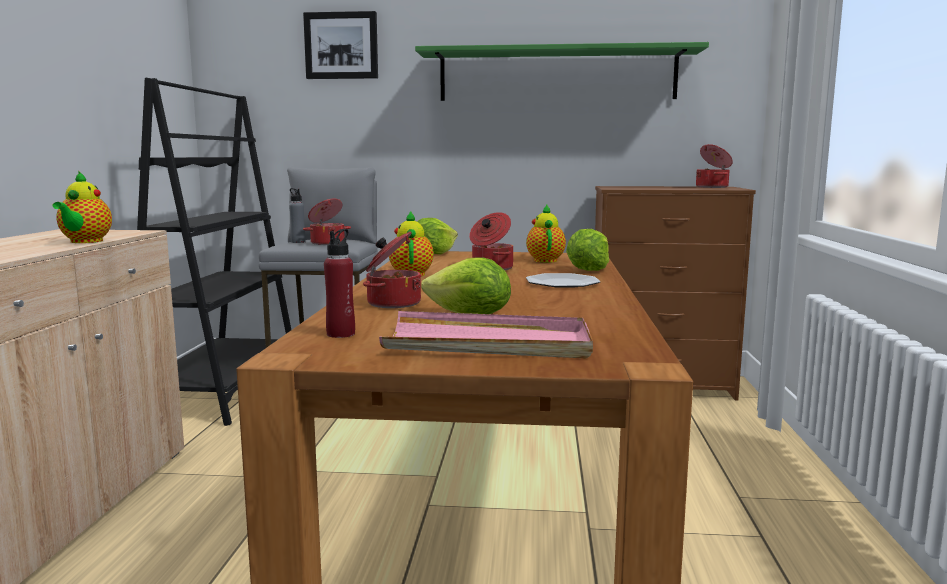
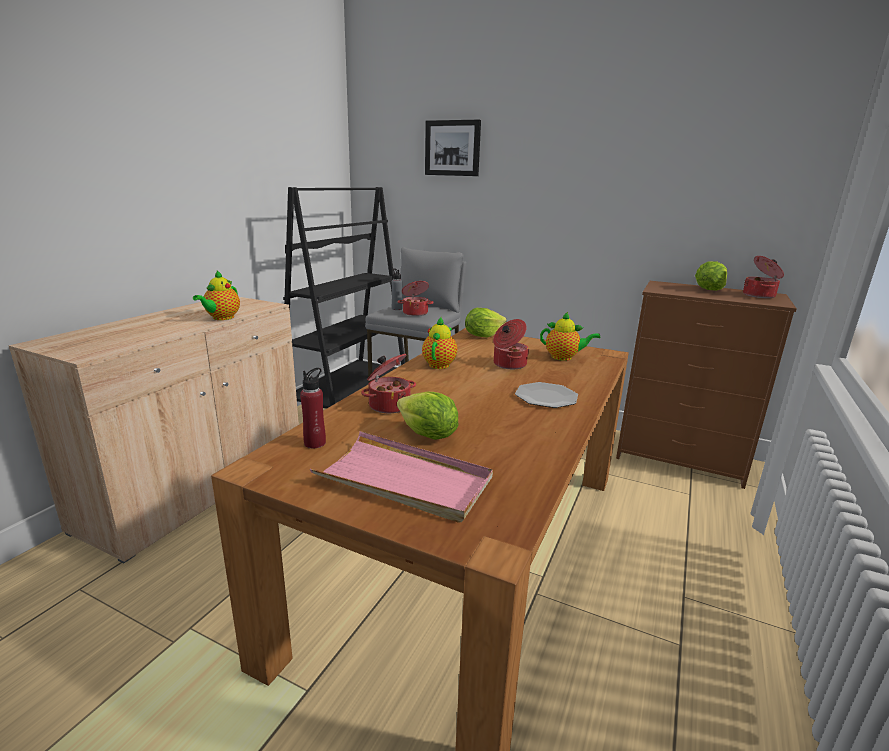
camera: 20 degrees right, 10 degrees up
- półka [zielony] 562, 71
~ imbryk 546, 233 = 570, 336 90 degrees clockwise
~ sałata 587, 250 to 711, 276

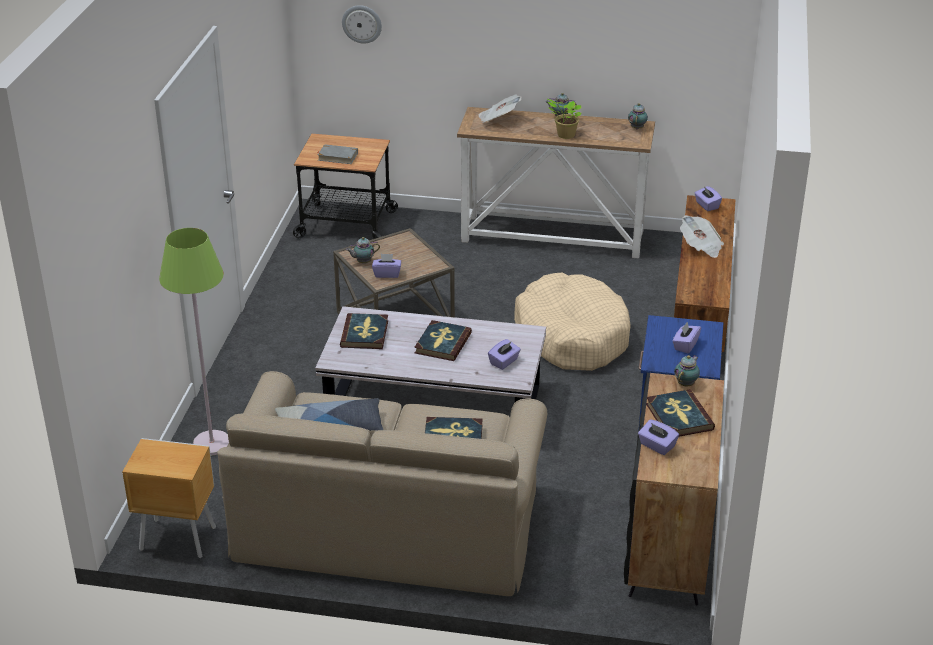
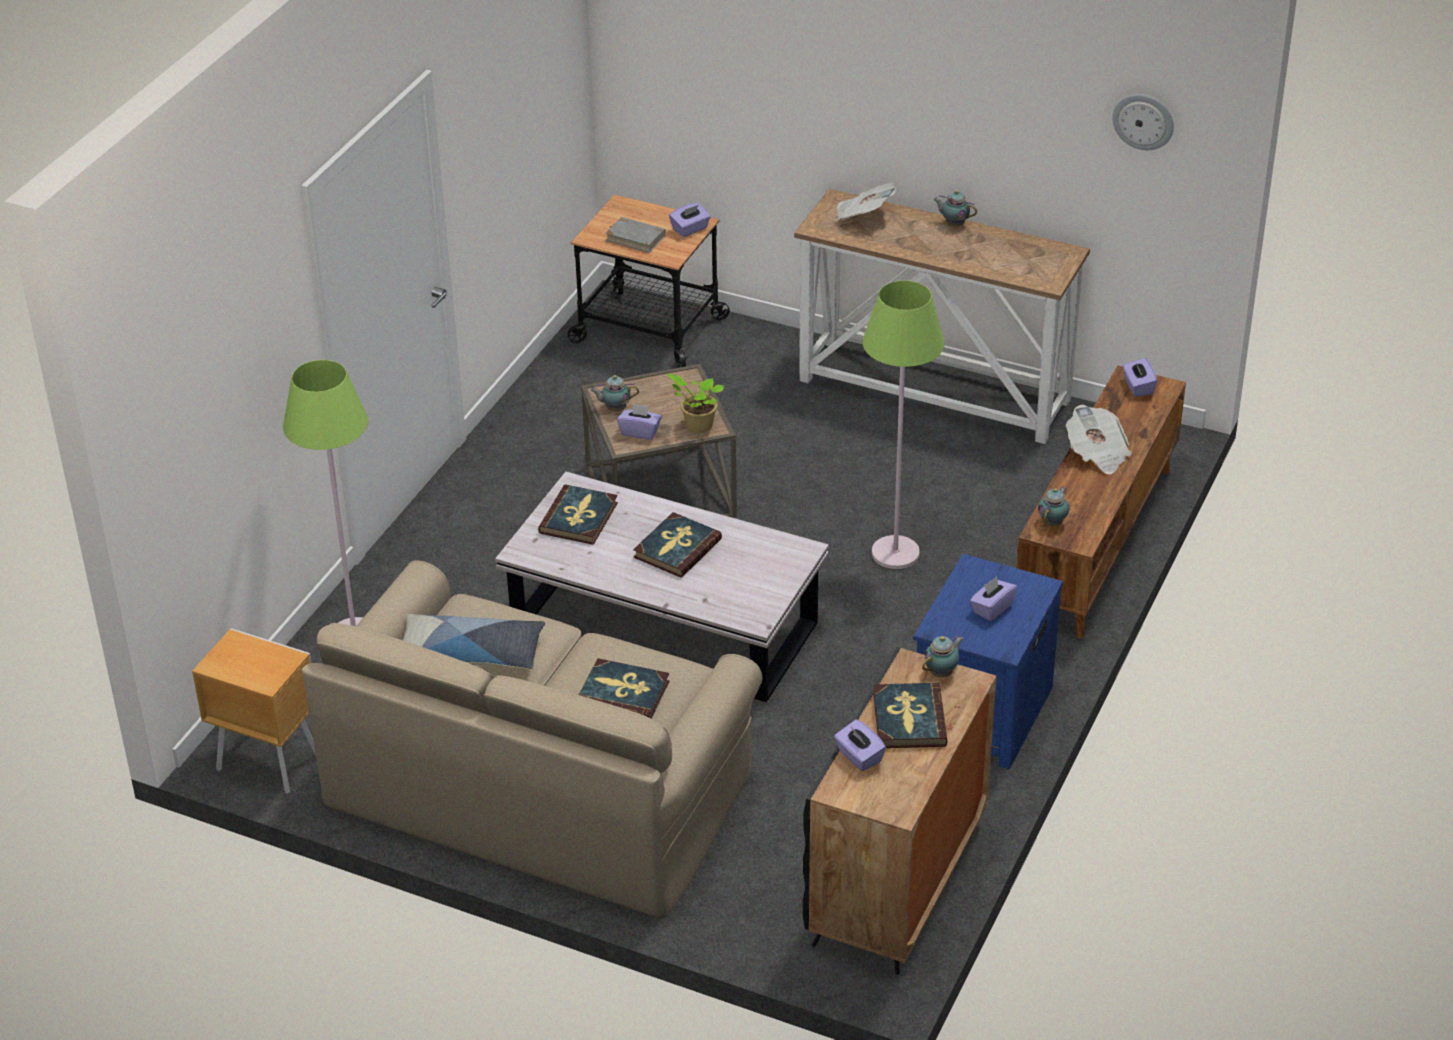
camera: 15 degrees right, 5 degrees up
~ zegar ścienny 362, 24 to 1143, 122
~ pudełko chusteczek [fioletowy] 504, 354 to 690, 220
~ legowisko [beżowy] 572, 322 to lampa stojąca [zielony] 903, 424
~ roślina doniczkowa 564, 119 to 695, 403
~ imbryk 638, 116 to 1053, 506

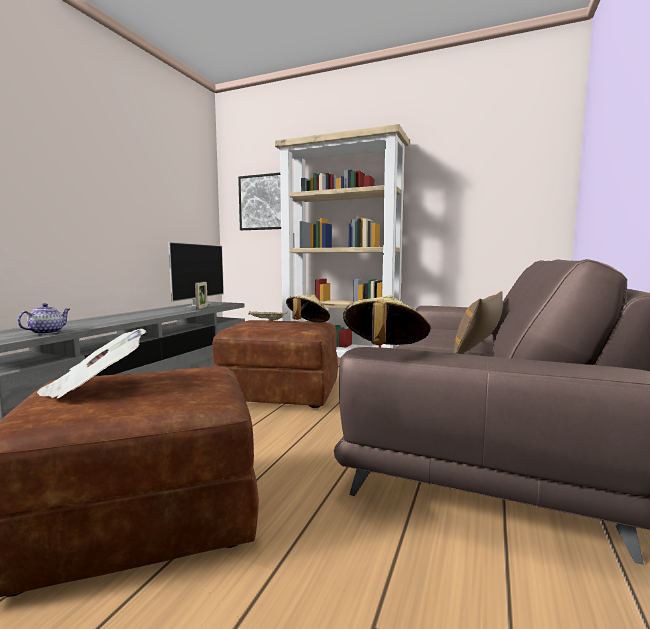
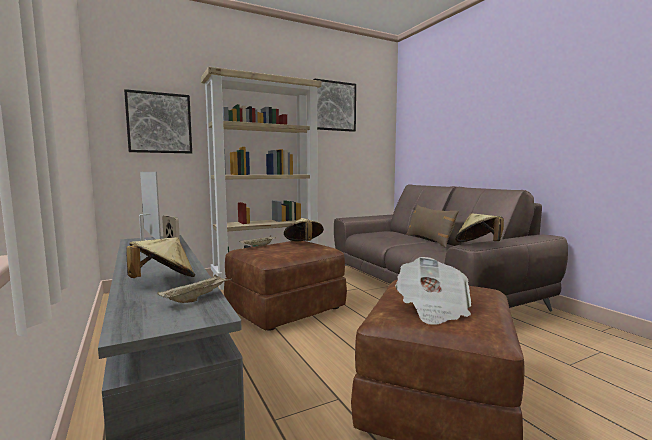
camera: 50 degrees left, 0 degrees up
~ imbryk 43, 318 to taca [beżowy] 194, 288
+ kapelusz [beżowy] 160, 257
+ obraz 334, 105

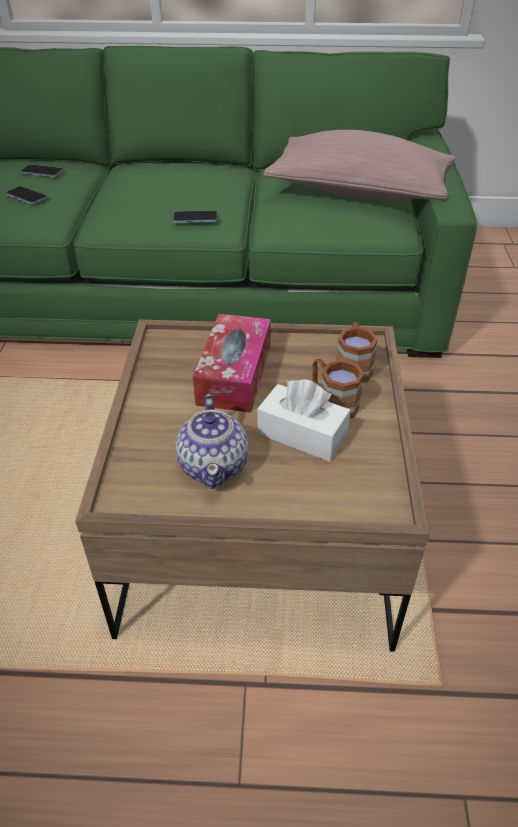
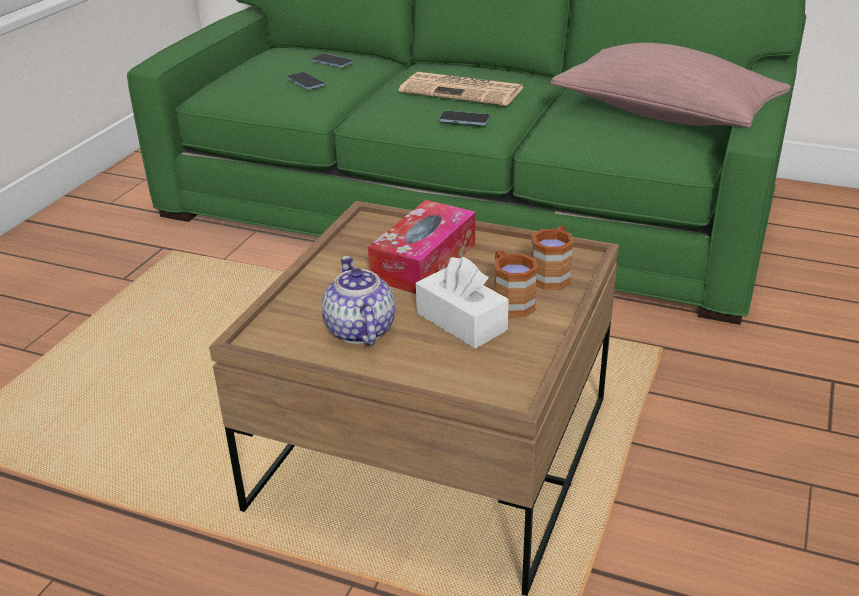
camera: 20 degrees right, 10 degrees down
~ imbryk 212, 441 = 358, 301 150 degrees clockwise
+ gazeta 461, 89

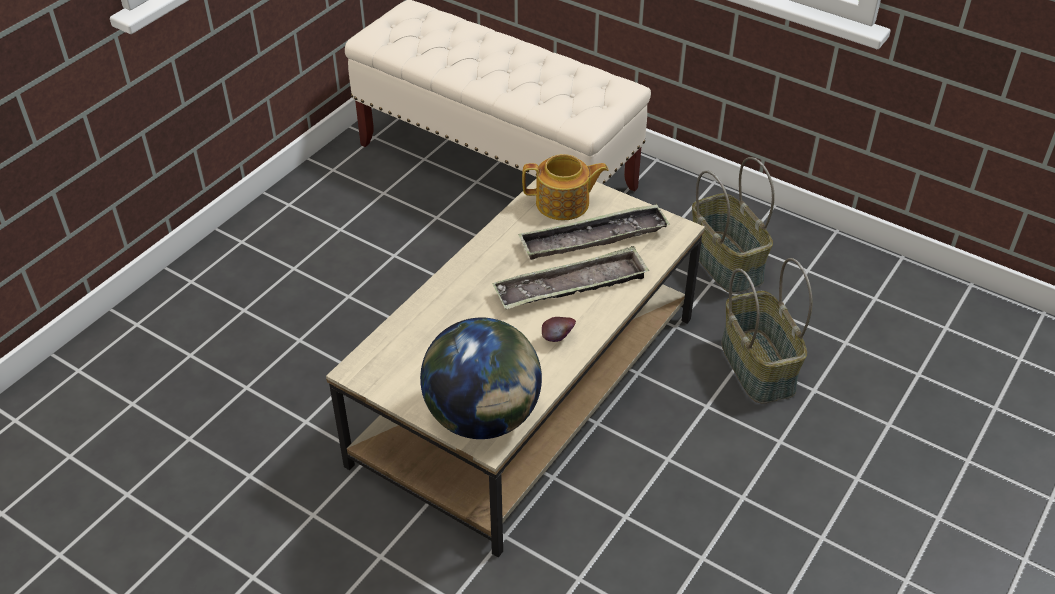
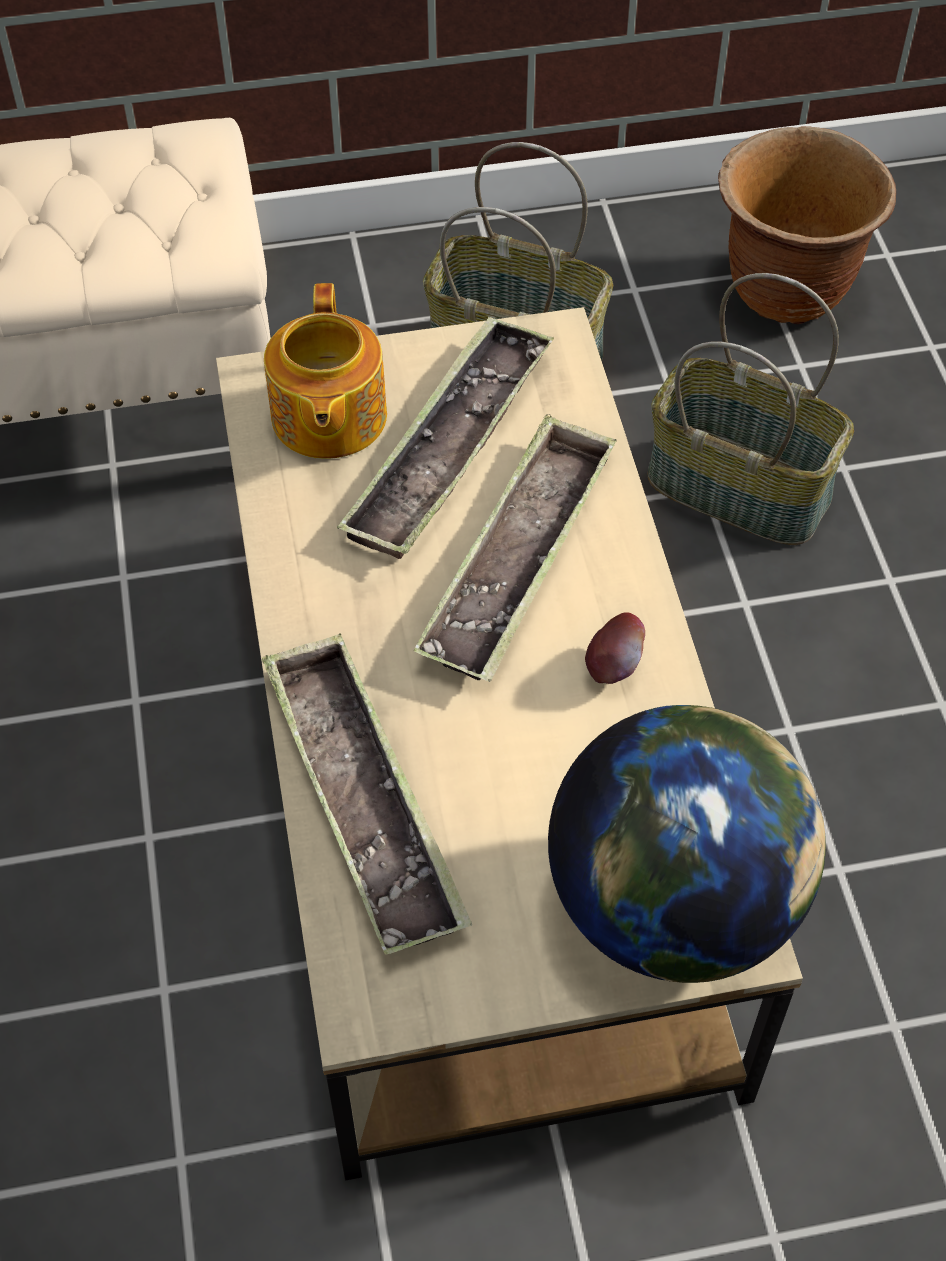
camera: 45 degrees left, 10 degrees up
~ imbryk 565, 187 = 325, 371 135 degrees clockwise
+ taca 367, 794
+ donica [brązowy] 807, 225

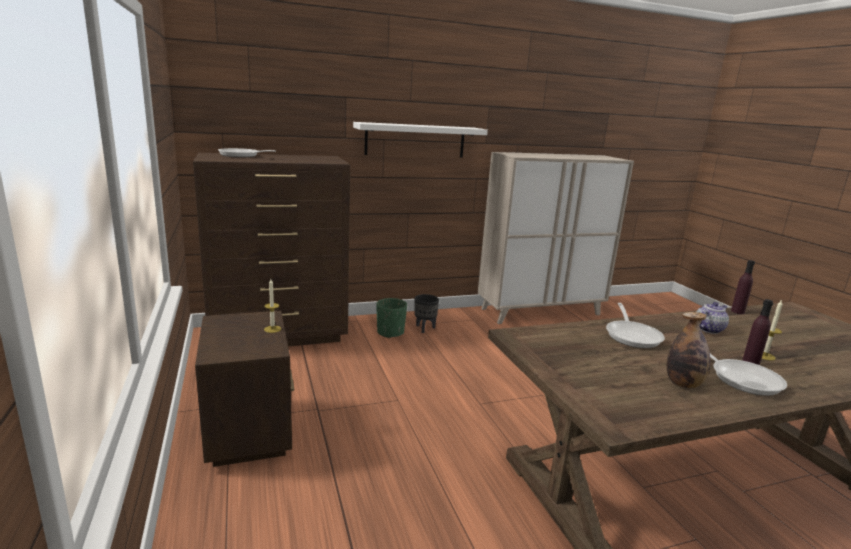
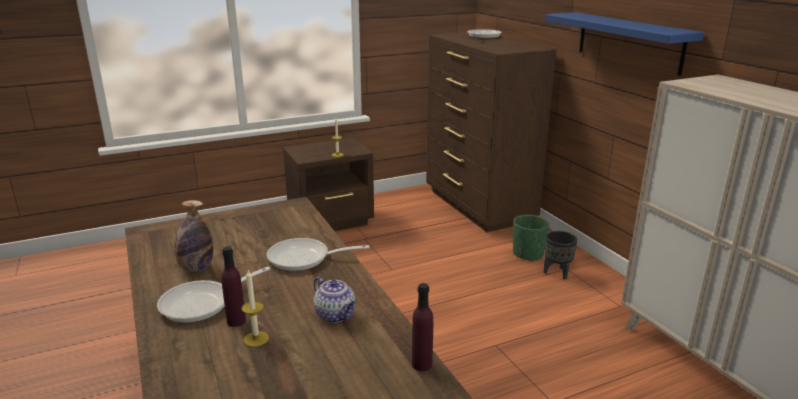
camera: 85 degrees right, 5 degrees up
~ półka [biały] 420, 140 to półka [niebieski] 624, 44

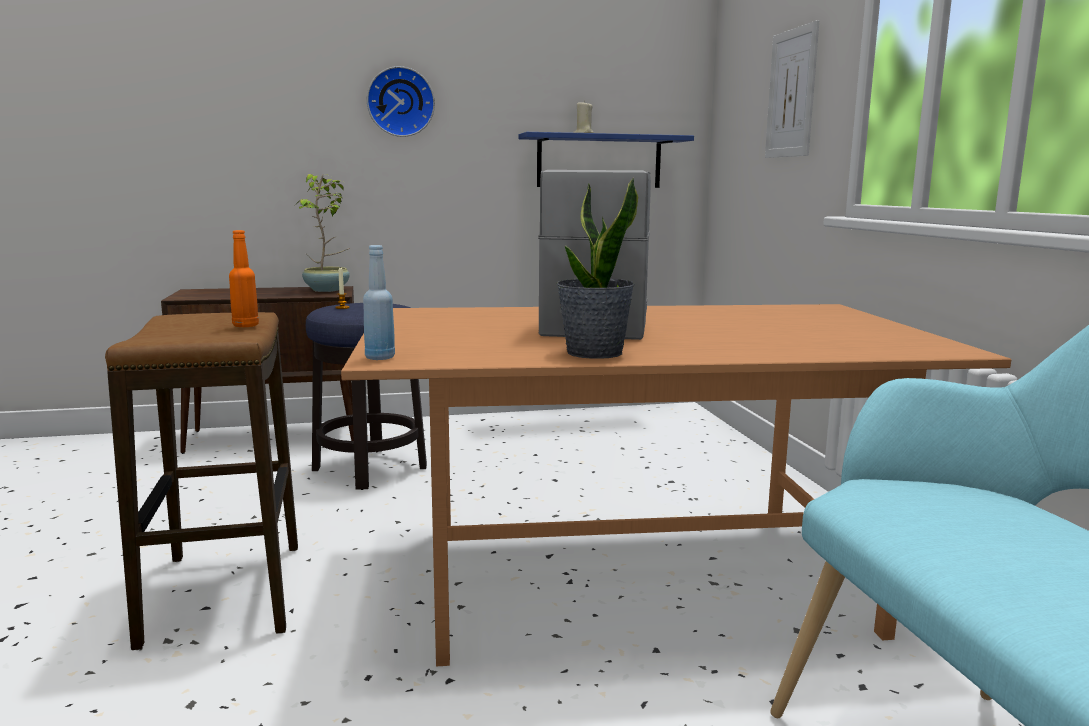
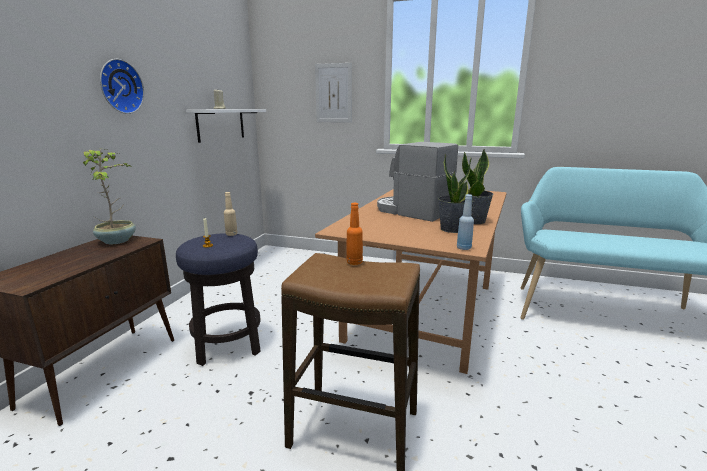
camera: 60 degrees left, 5 degrees up
~ półka [niebieski] 606, 160 to półka [biały] 226, 126
+ butelka [beżowy] 230, 214
+ roślina doniczkowa 455, 193

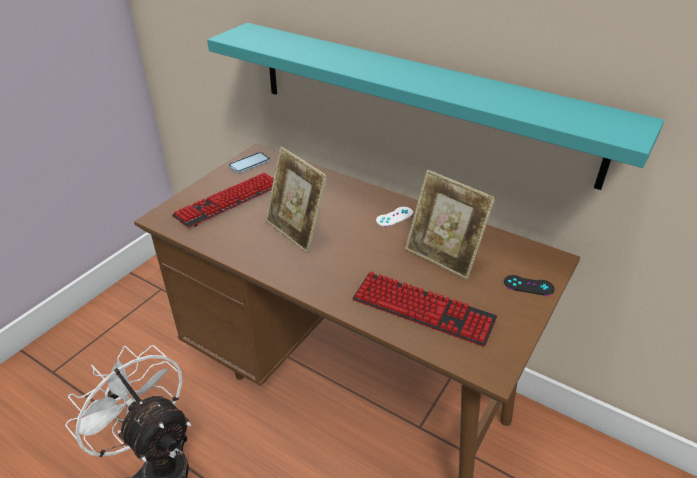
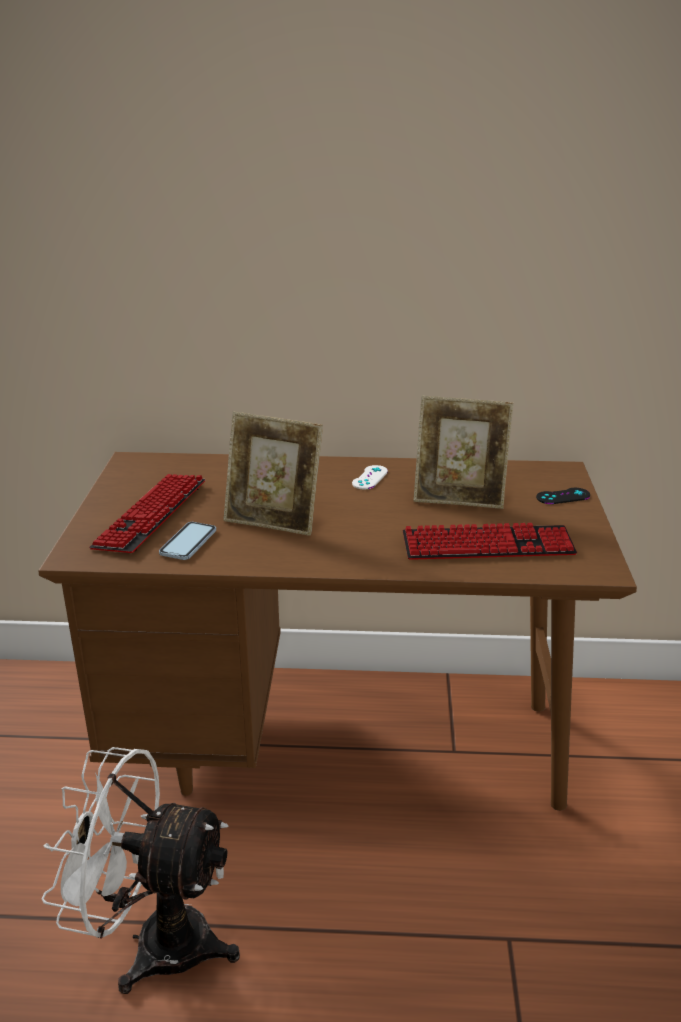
camera: 30 degrees left, 10 degrees down
- półka [turkusowy] 435, 106
~ telefon 249, 163 to 187, 541

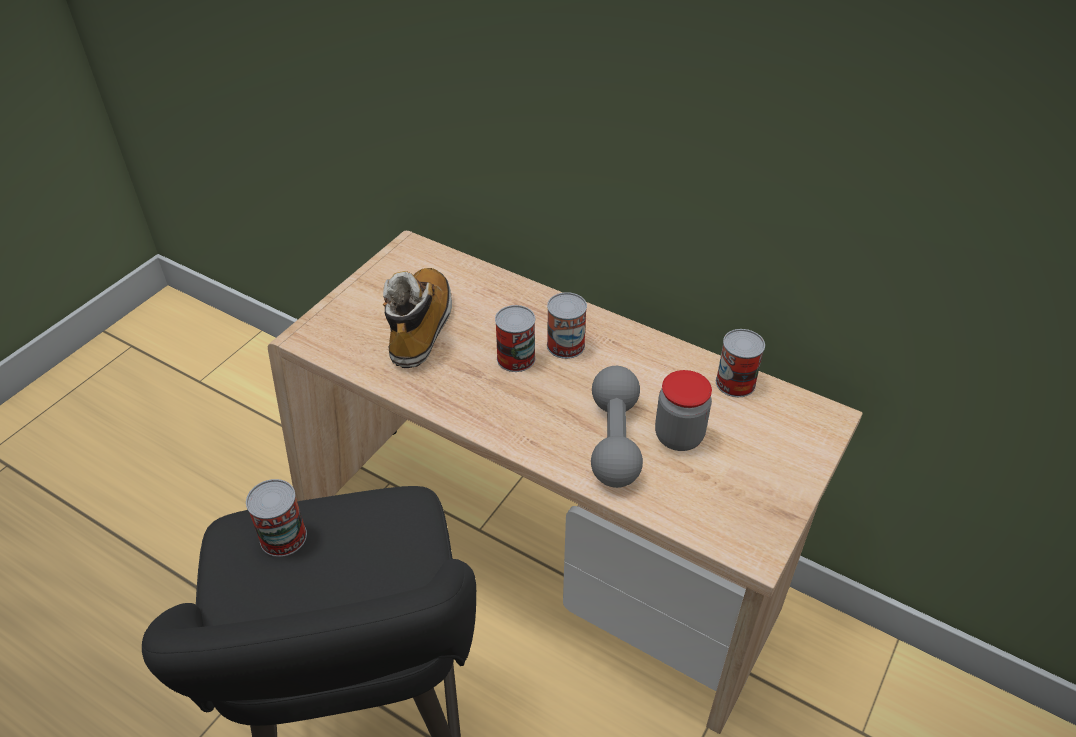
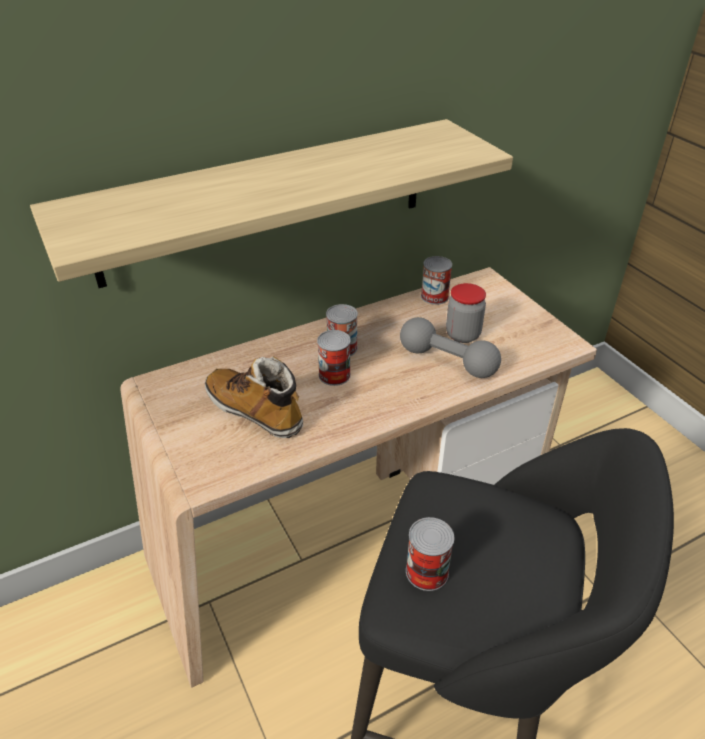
camera: 60 degrees left, 5 degrees down
+ półka 271, 203

